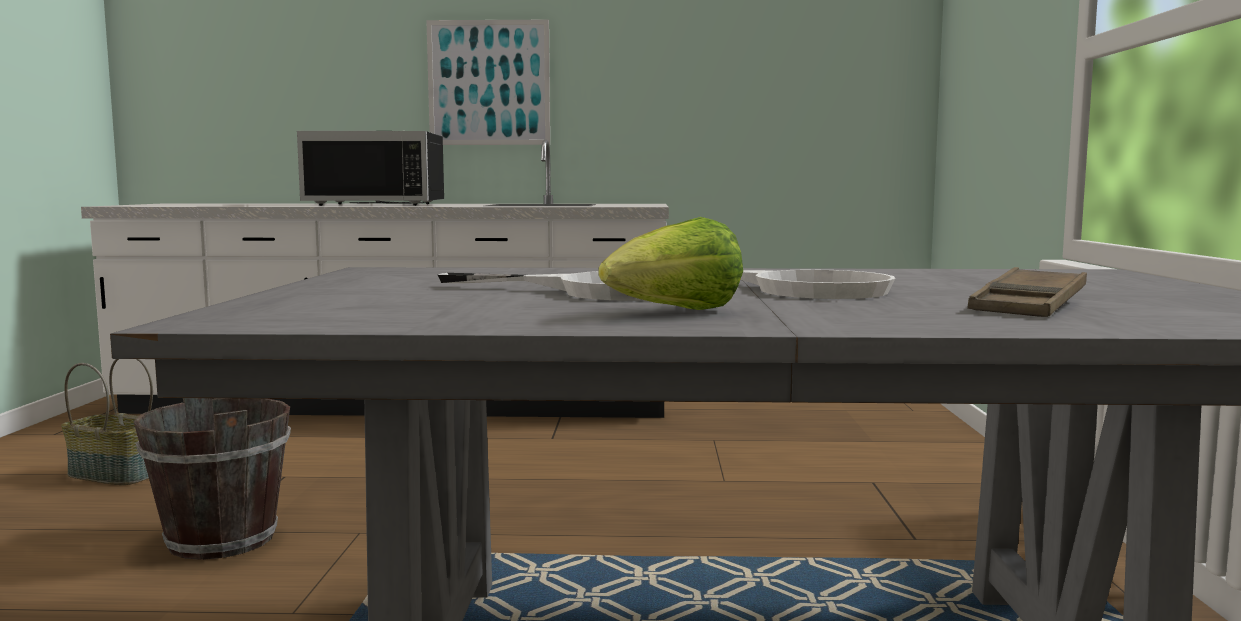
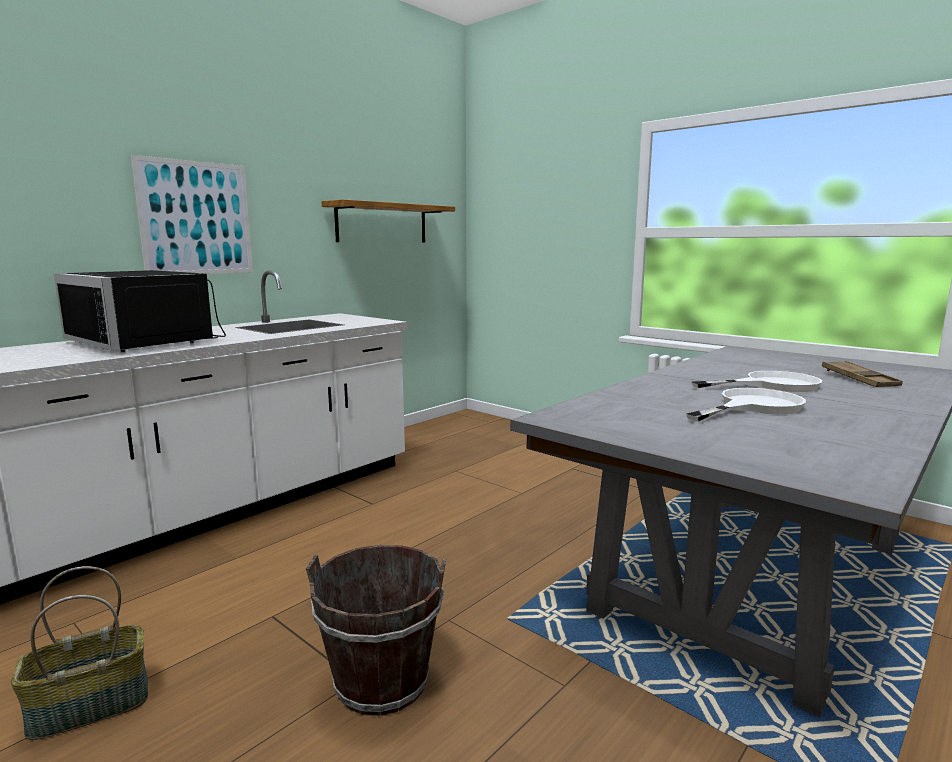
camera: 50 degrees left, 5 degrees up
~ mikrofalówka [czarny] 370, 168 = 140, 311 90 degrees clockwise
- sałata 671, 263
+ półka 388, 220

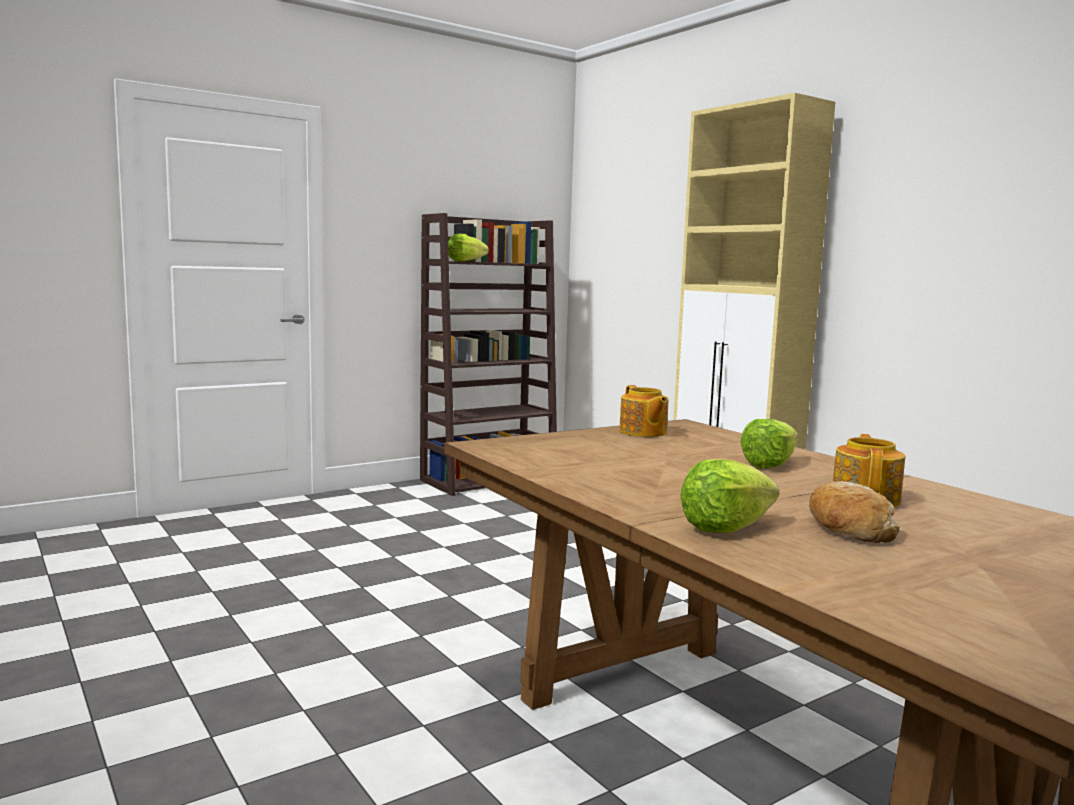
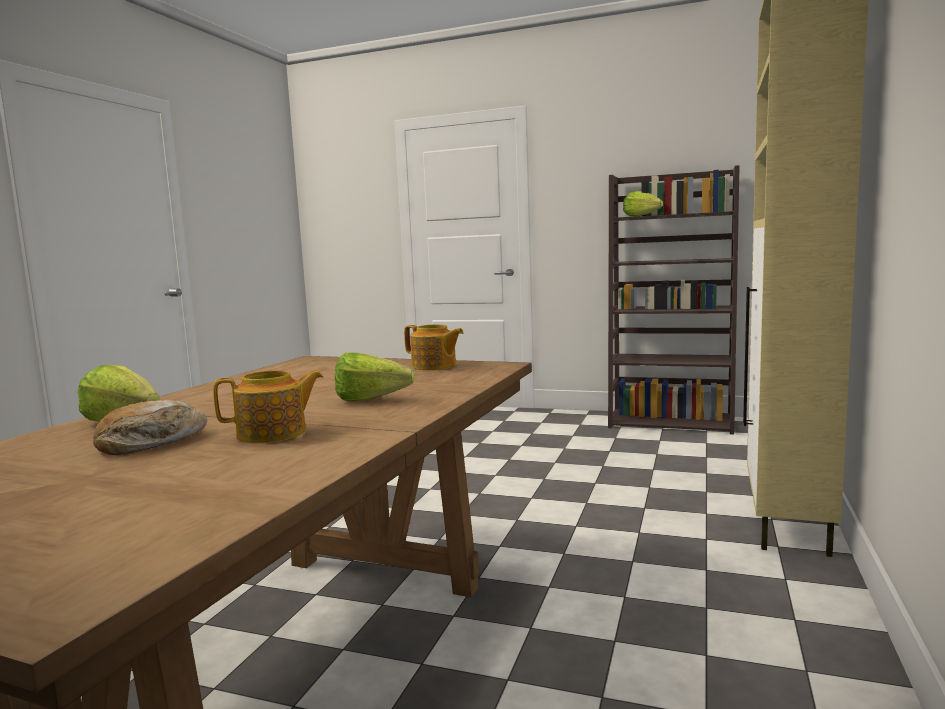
camera: 55 degrees right, 0 degrees up
~ imbryk 643, 411 = 434, 347 90 degrees counterclockwise

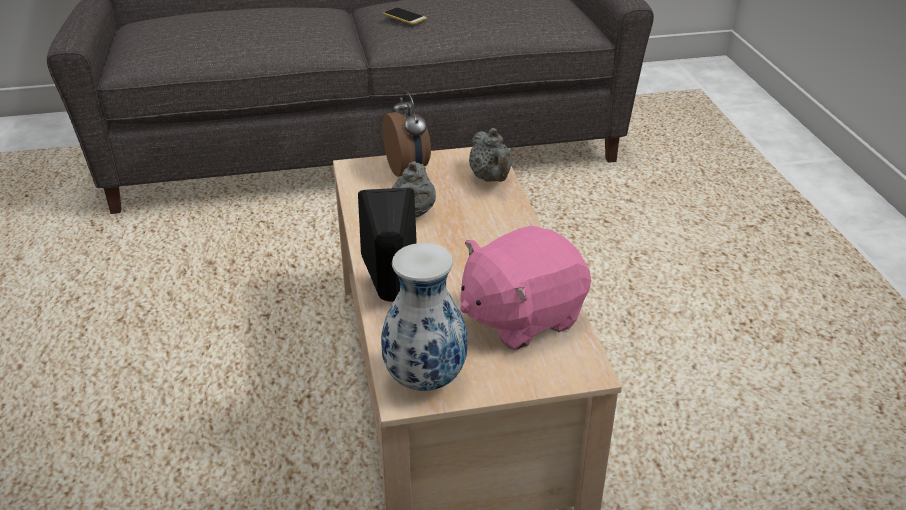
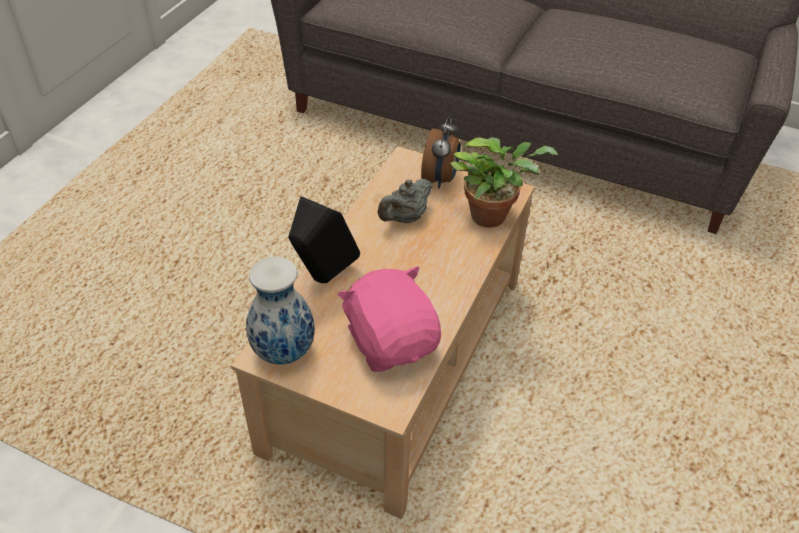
camera: 35 degrees right, 10 degrees up
- telefon 405, 16
~ pluszak [różowy] 525, 288 = 389, 319 60 degrees clockwise
~ imbryk [szary] 491, 155 to roślina doniczkowa 504, 182

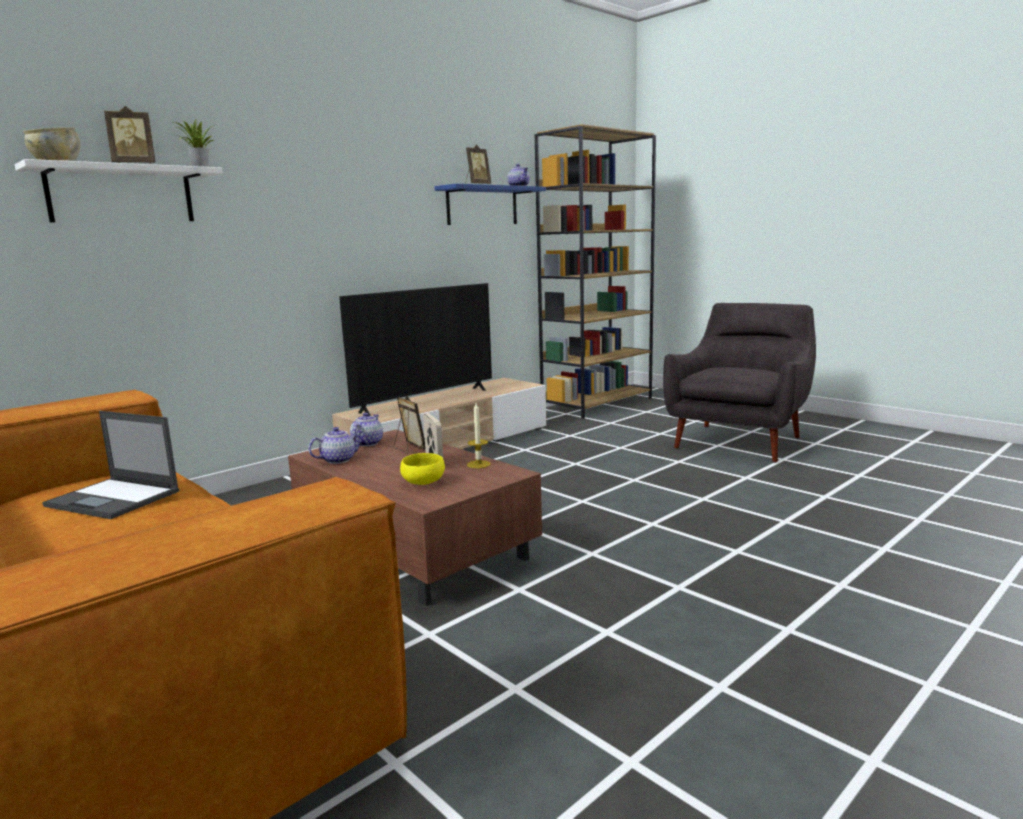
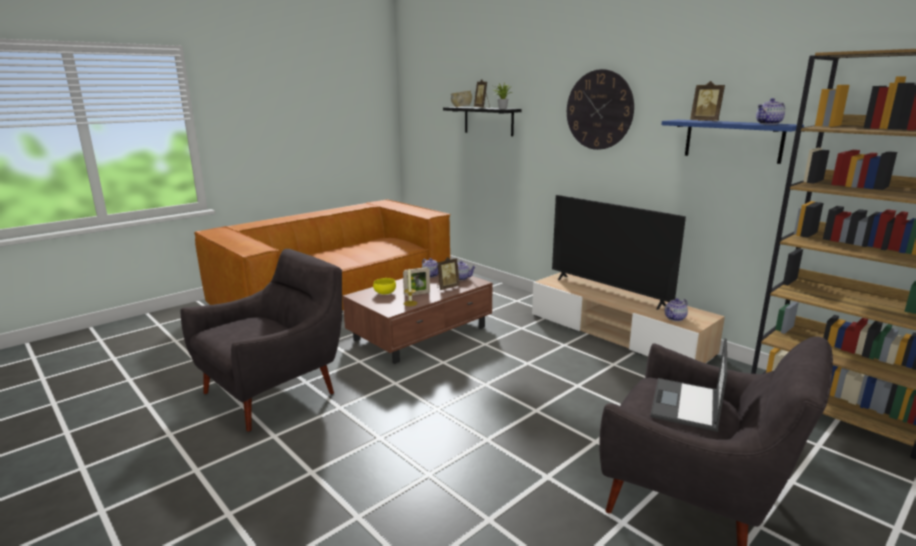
camera: 90 degrees right, 5 degrees up
~ półka [biały] 119, 190 to półka [czarny] 482, 121
~ laptop 110, 465 to 689, 385
+ fotel [szary] 261, 340
+ zegar ścienny 600, 109
+ imbryk 676, 309

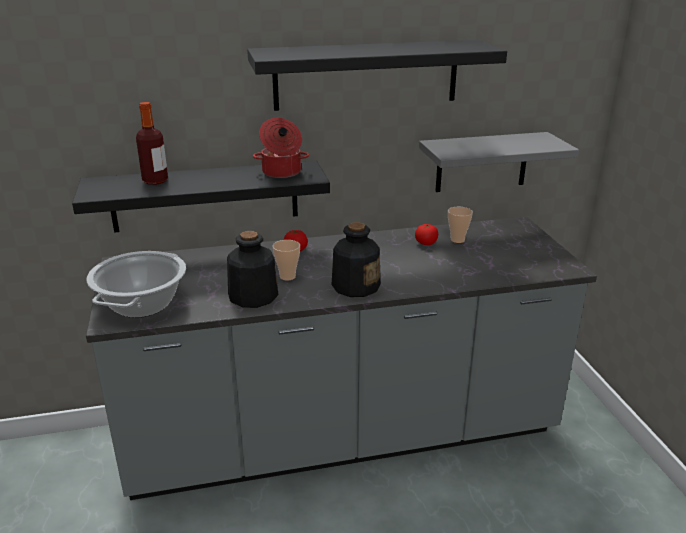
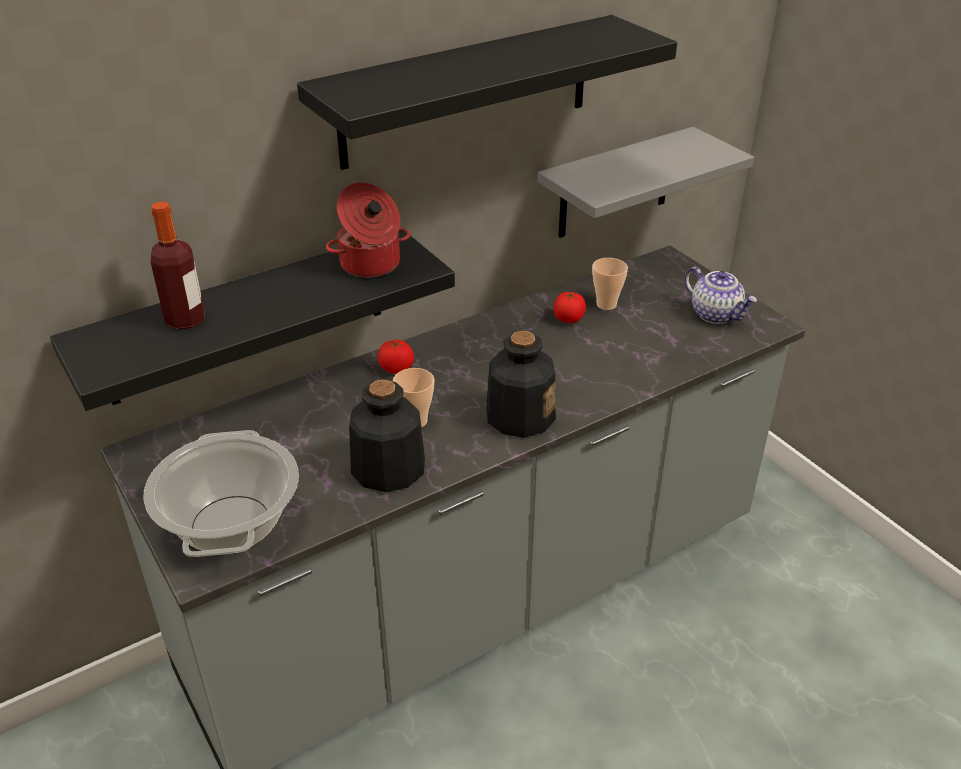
camera: 20 degrees left, 10 degrees up
+ imbryk 720, 295

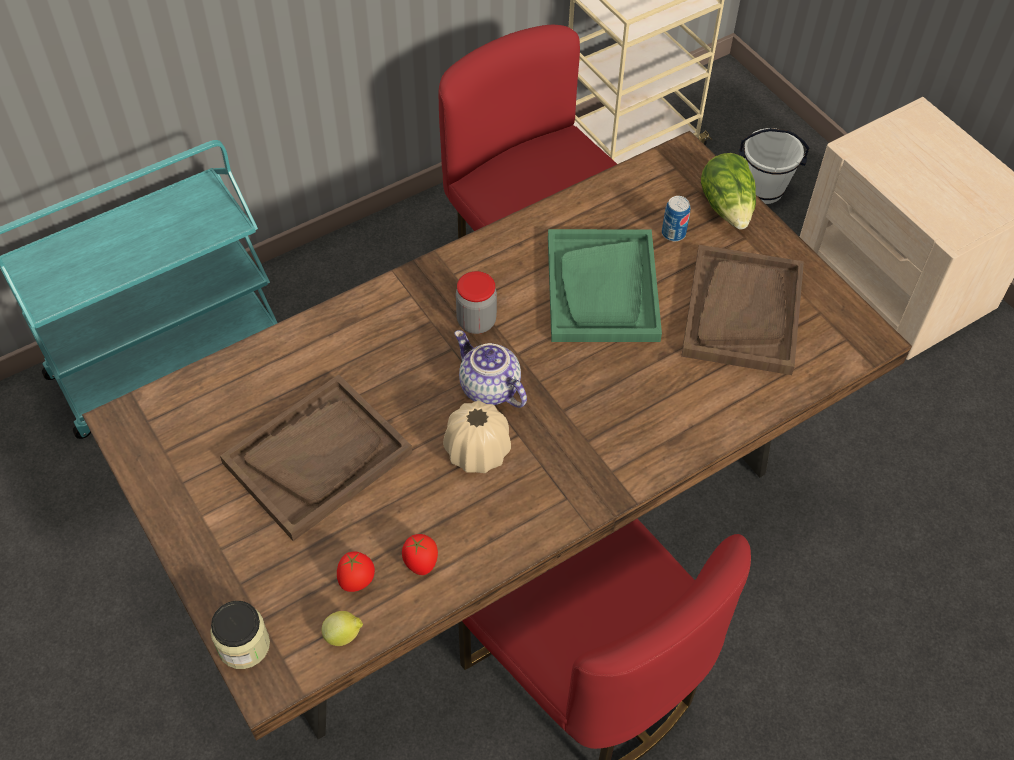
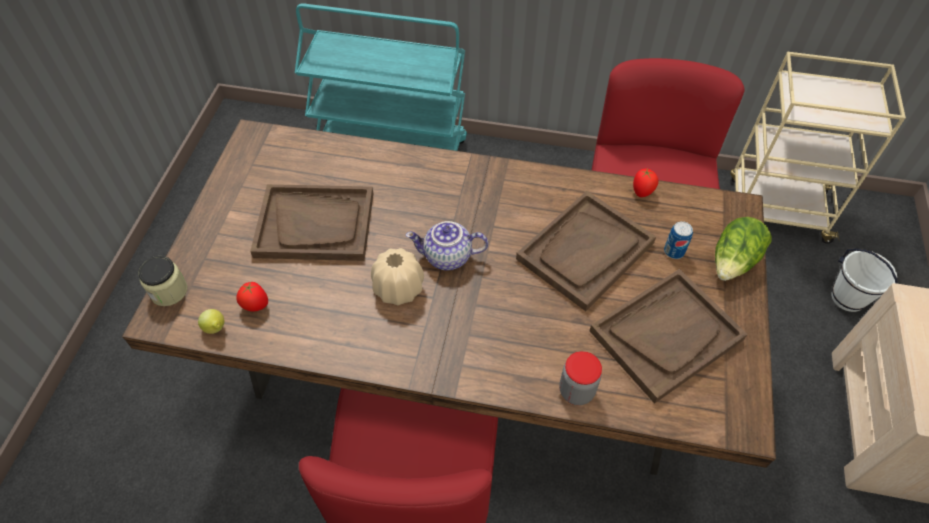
camera: 45 degrees right, 0 degrees up
~ pomidor 420, 554 to 645, 182
~ imbryk 490, 369 = 447, 245 90 degrees counterclockwise
~ słoik 476, 302 to 580, 378
~ taca [zielony] 605, 285 to taca [brązowy] 586, 251

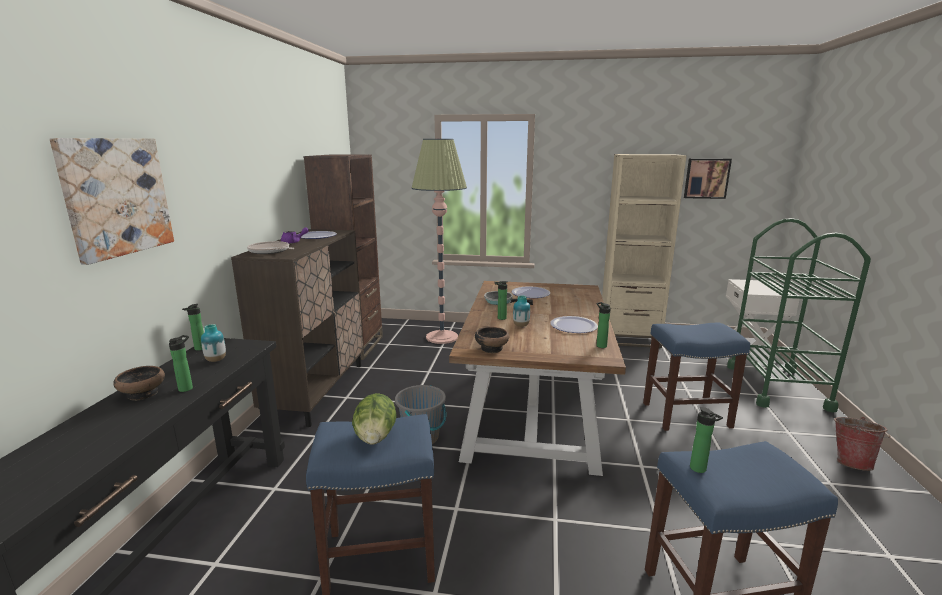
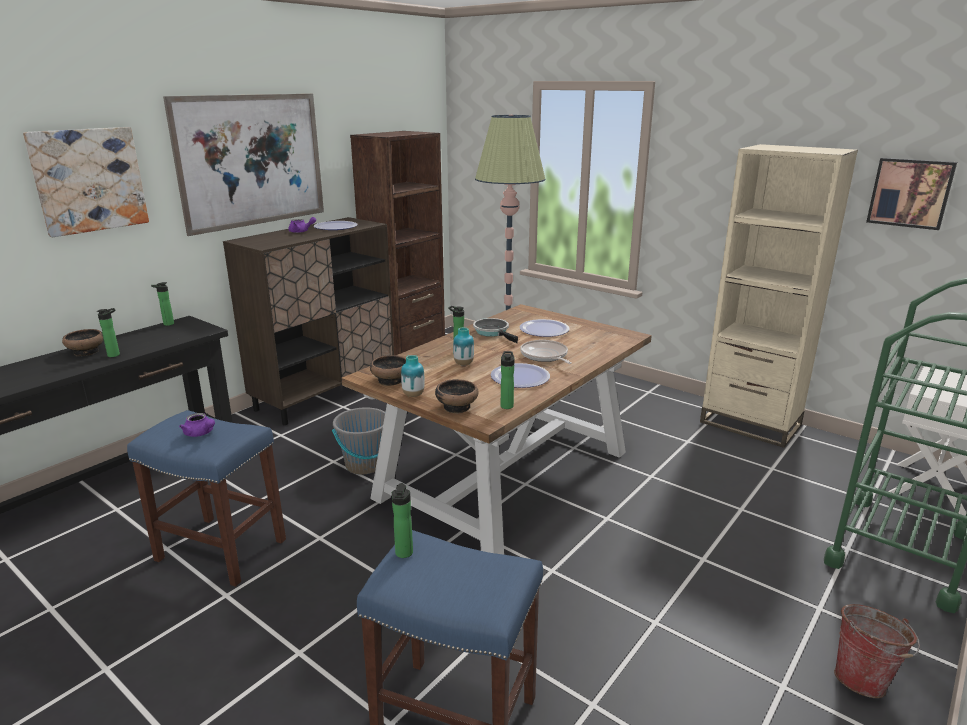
camera: 30 degrees right, 5 degrees up
~ wazon 213, 343 to 413, 376
~ patelnia 271, 247 to 546, 352
~ sałata 374, 419 to imbryk [fioletowy] 197, 425
- stołek [niebieski] 696, 377
+ obraz 243, 165
+ miska 457, 396

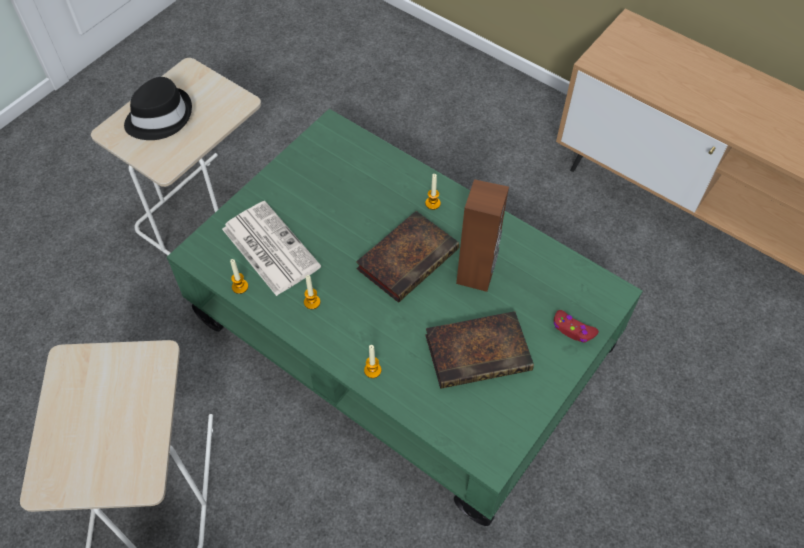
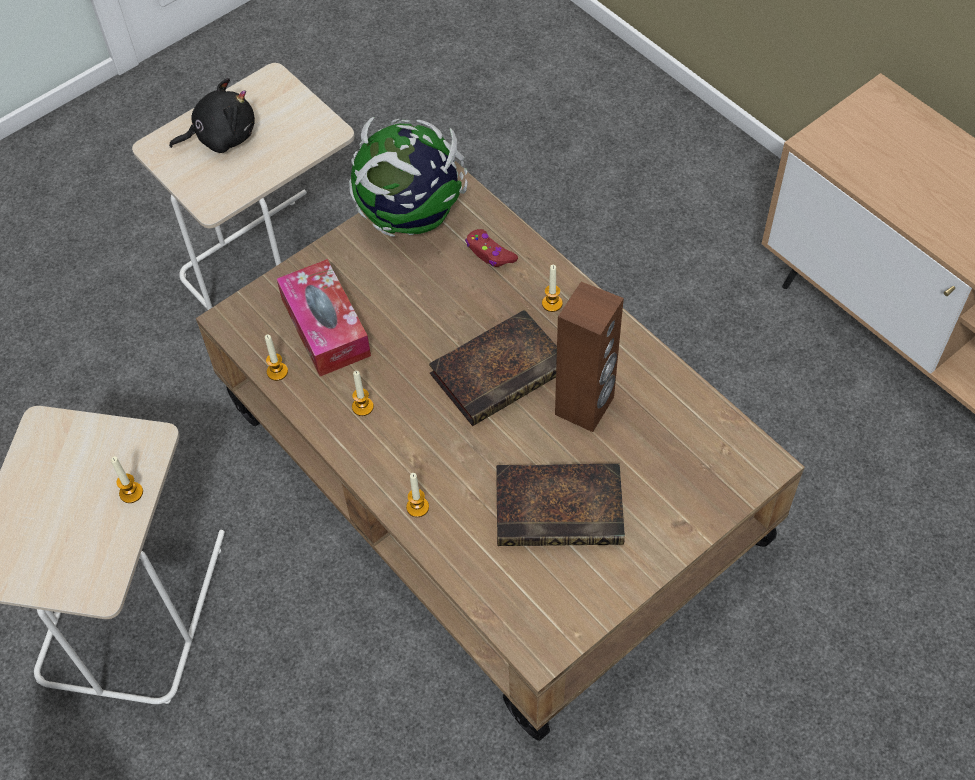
camera: 15 degrees right, 0 degrees up
~ kapelusz [czarny] 158, 108 to pluszak [czarny] 212, 115
~ ława [zielony] 405, 317 to ława [brązowy] 500, 451
~ gazeta 271, 248 to pudełko chusteczek 324, 317
~ pad do gier [czerwony] 576, 326 to 491, 248
+ świeca 127, 479
+ globus 408, 177

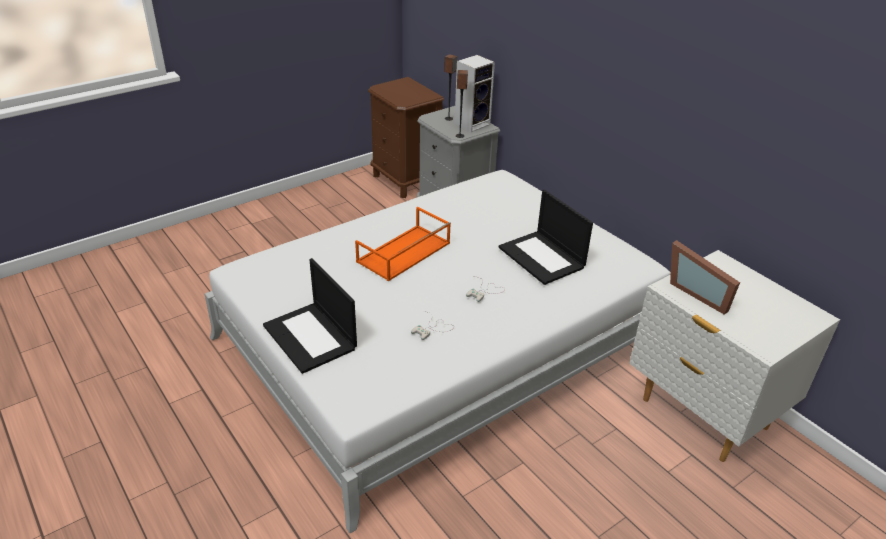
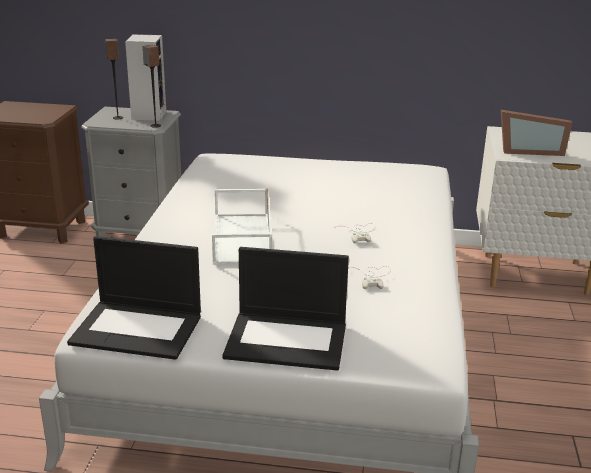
camera: 45 degrees left, 10 degrees down
~ taca [pomarańczowy] 403, 244 to taca [biały] 242, 227
~ laptop 546, 237 to 134, 298

